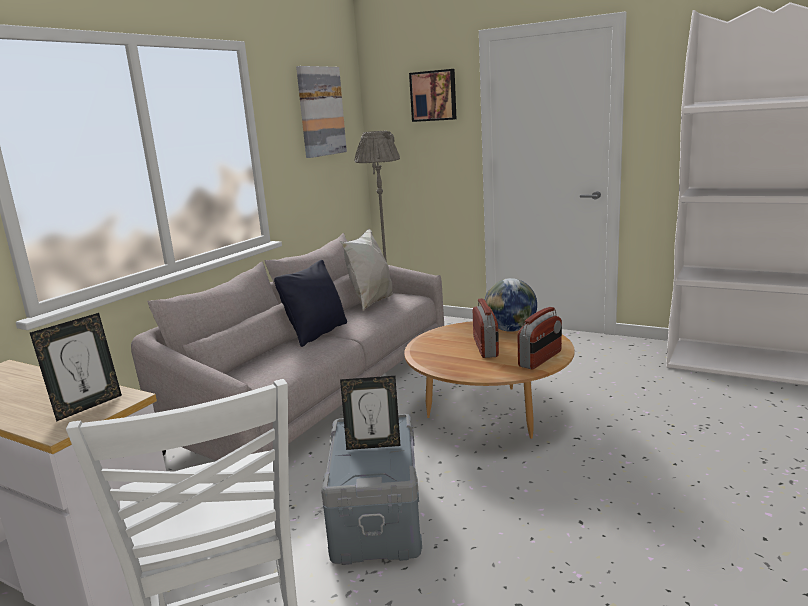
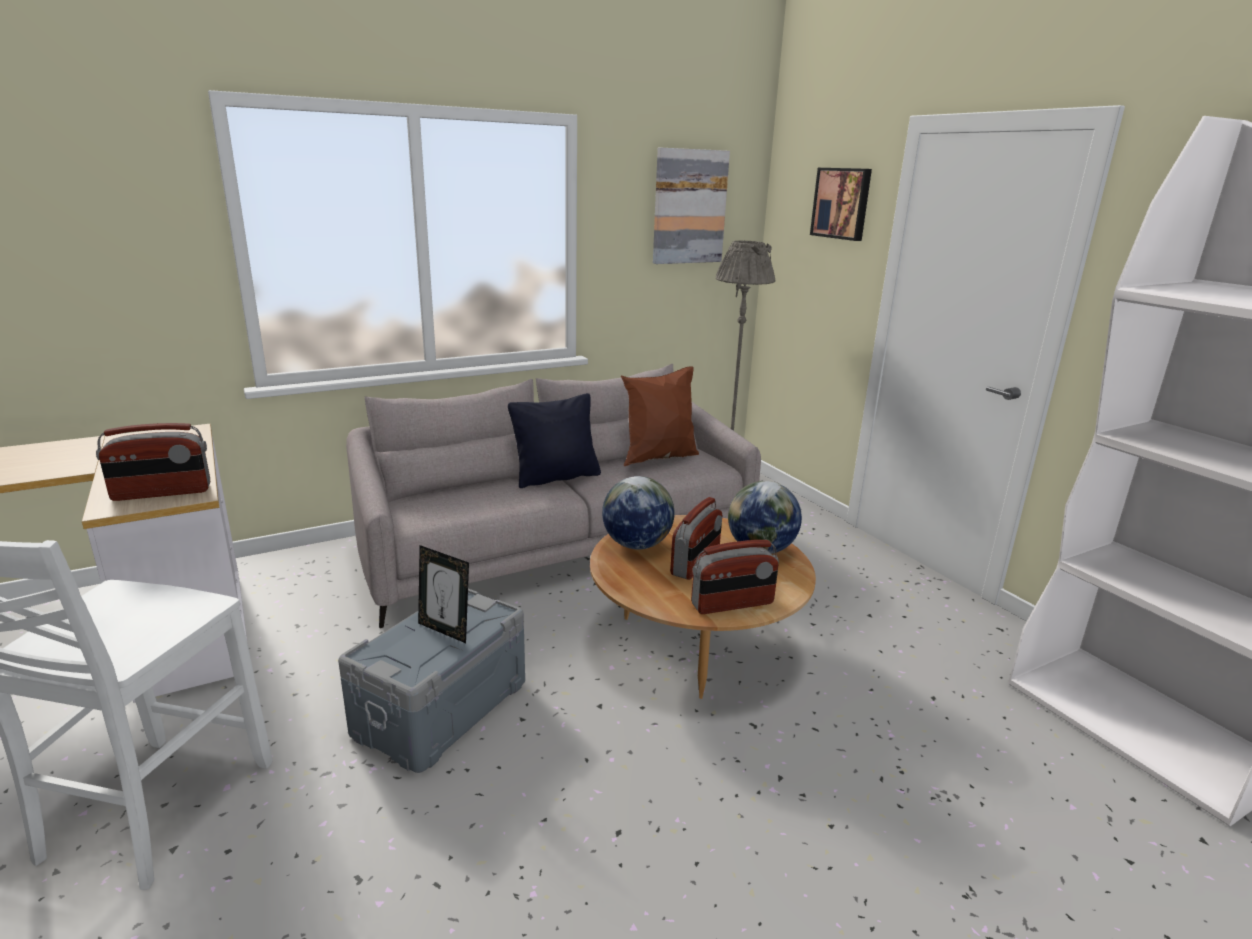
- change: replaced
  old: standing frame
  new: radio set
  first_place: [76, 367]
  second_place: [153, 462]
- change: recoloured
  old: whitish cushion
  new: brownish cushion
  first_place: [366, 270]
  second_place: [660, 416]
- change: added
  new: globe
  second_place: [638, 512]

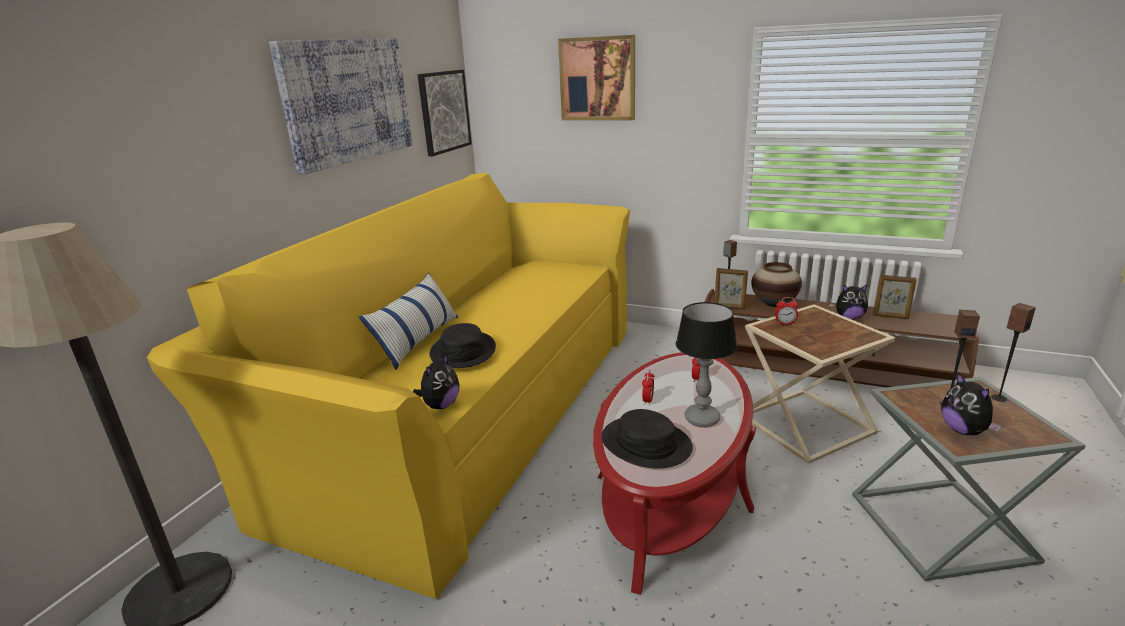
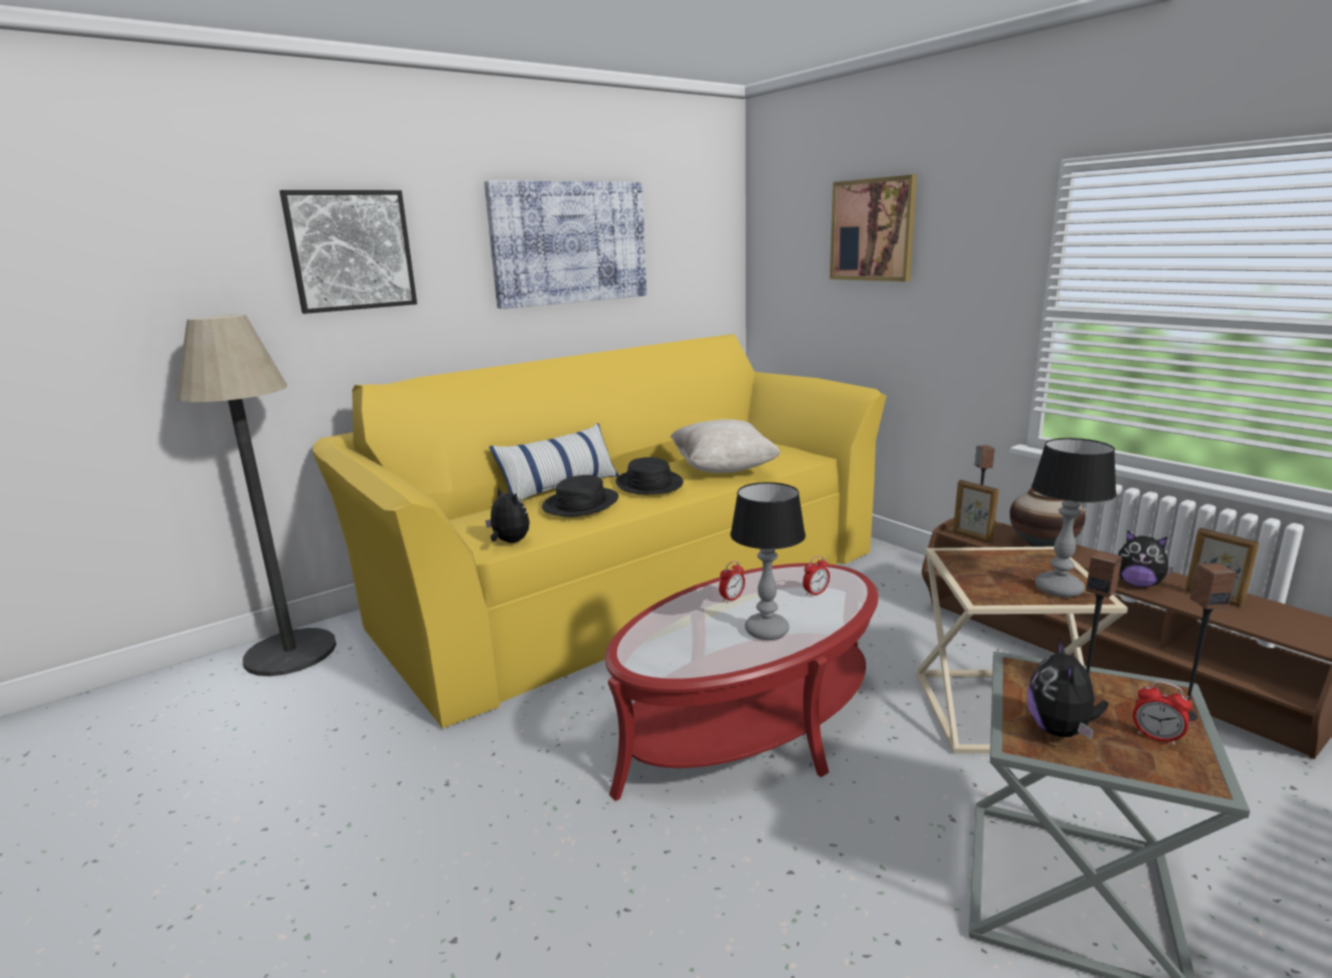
- change: turned
  old: soft toy
  first_place: [436, 381]
  second_place: [507, 515]
  degrees: -105
- change: moved
  old: wall art
  first_place: [445, 113]
  second_place: [348, 252]
- change: moved
  old: black-coloured clothing hat
  first_place: [647, 439]
  second_place: [649, 476]
- change: moved
  old: alarm clock
  first_place: [786, 311]
  second_place: [1162, 713]
- change: added
  new: sand-coloured cushion
  second_place: [725, 446]
- change: added
  new: lamp for a table
  second_place: [1074, 517]

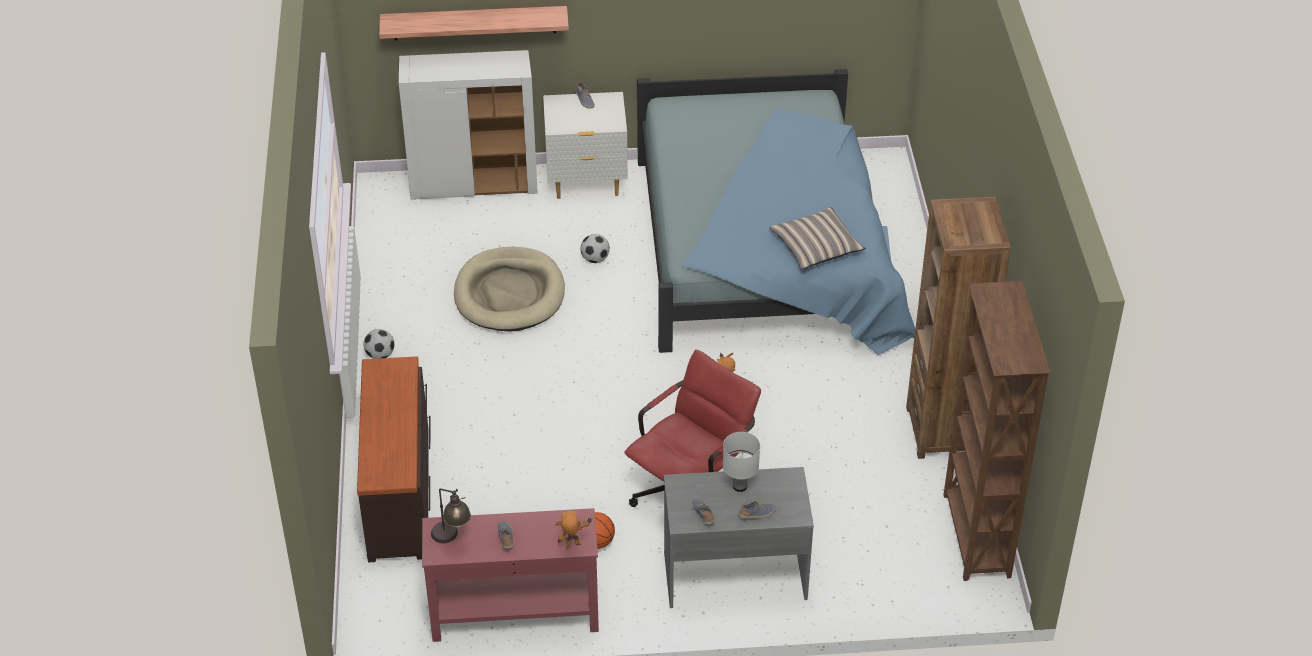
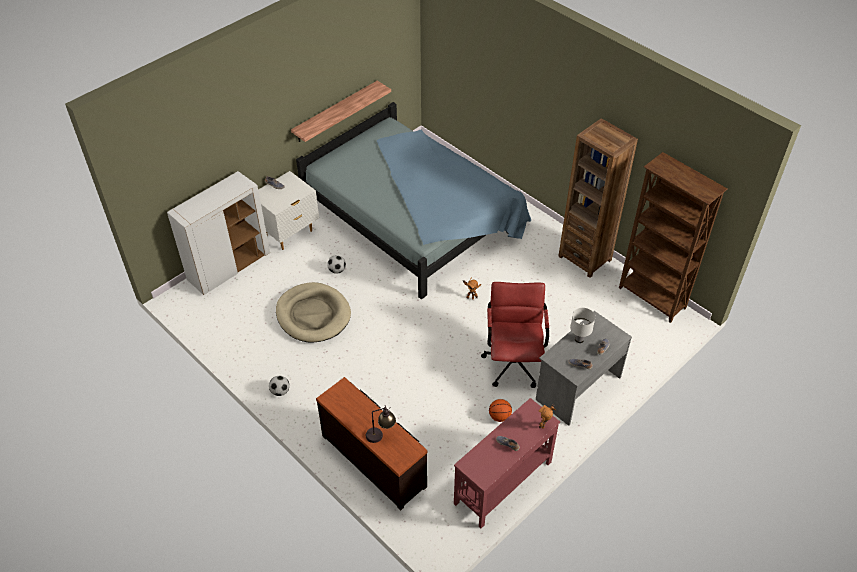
- change: moved
  old: bracket shelf
  first_place: [474, 23]
  second_place: [341, 111]
- change: moved
  old: lamp for a table
  first_place: [451, 515]
  second_place: [381, 424]
- change: removed
  old: cushion
  first_place: [817, 238]

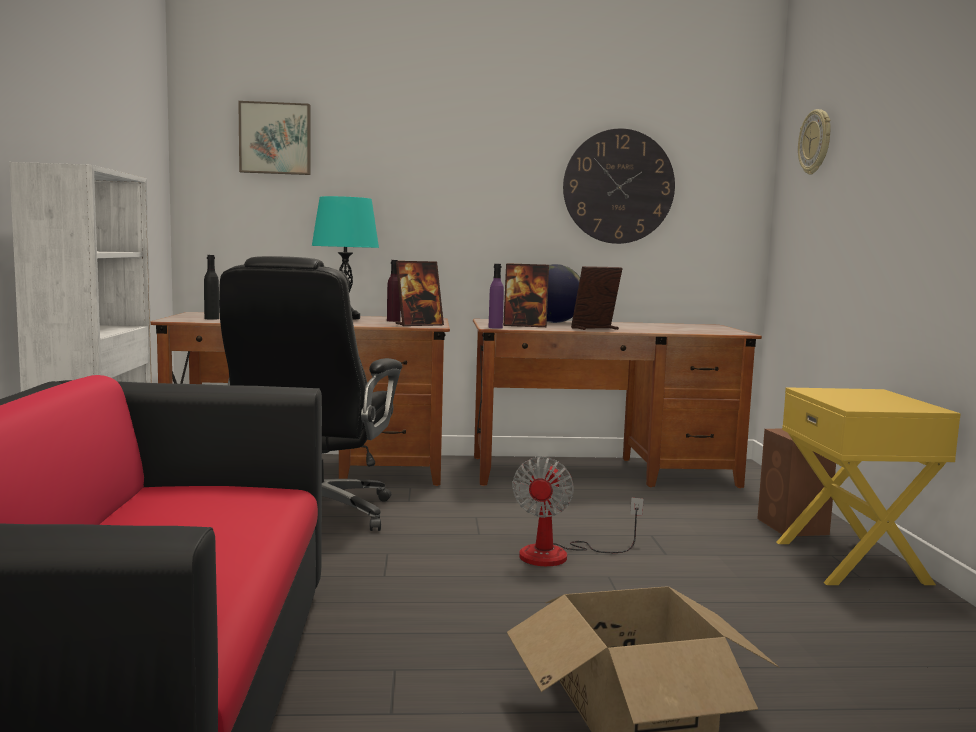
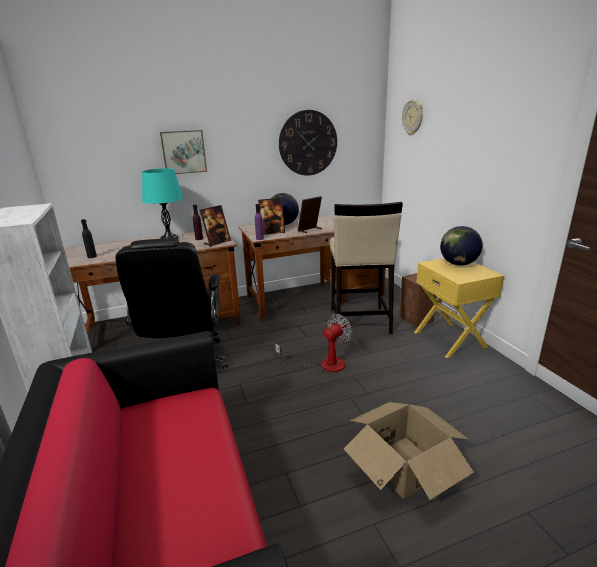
- change: moved
  old: wall art
  first_place: [274, 138]
  second_place: [183, 152]
- change: turned
  old: electric fan
  first_place: [578, 511]
  second_place: [313, 343]
  degrees: -135
- change: added
  new: sand-coloured stool seat
  second_place: [366, 268]
- change: added
  new: globe
  second_place: [461, 246]

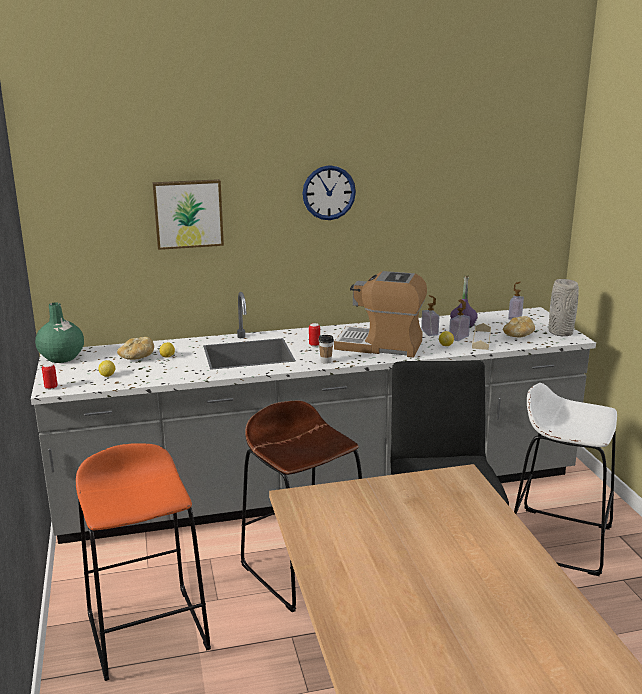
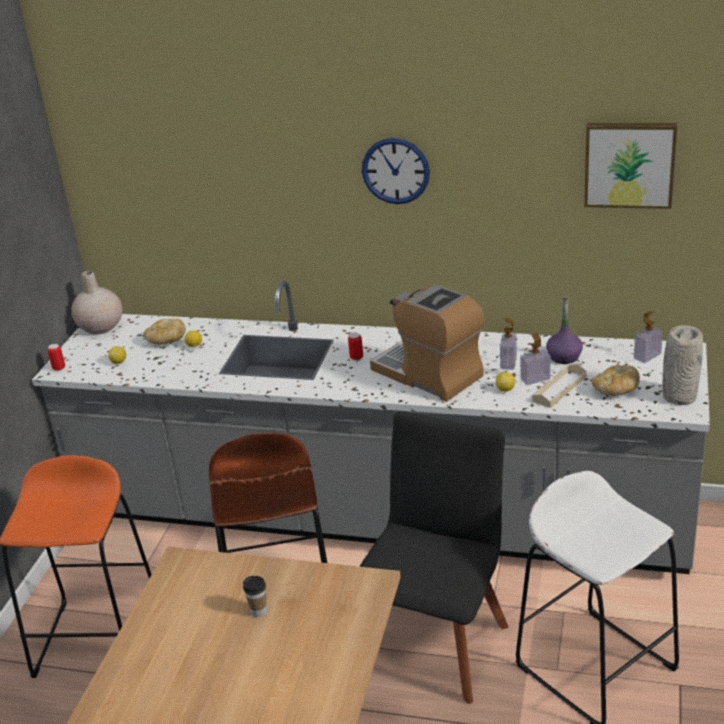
- change: recoloured
  old: green-coloured flower vase
  new: sand-coloured flower vase
  first_place: [59, 332]
  second_place: [97, 302]
- change: moved
  old: wall art
  first_place: [188, 214]
  second_place: [630, 166]
- change: moved
  old: drinking cup
  first_place: [326, 349]
  second_place: [255, 596]

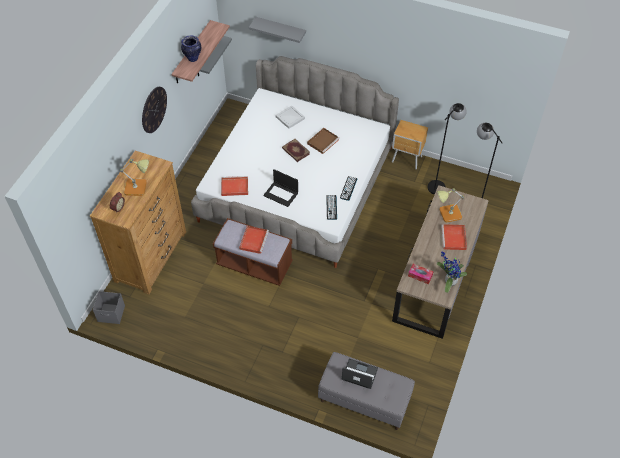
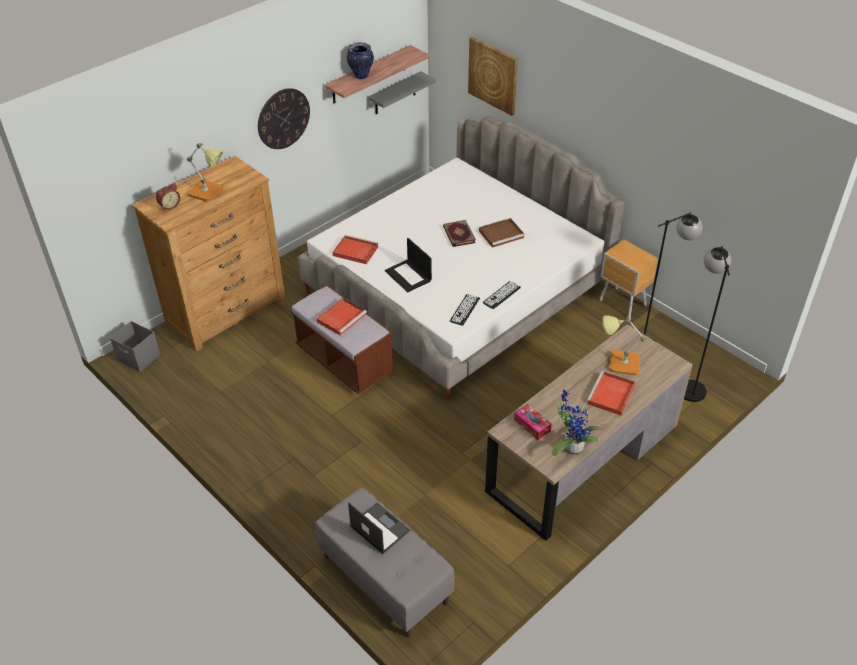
- change: replaced
  old: grey bracket shelf
  new: wall art
  first_place: [277, 30]
  second_place: [493, 76]
- change: removed
  old: whitish serving tray
  first_place: [290, 117]

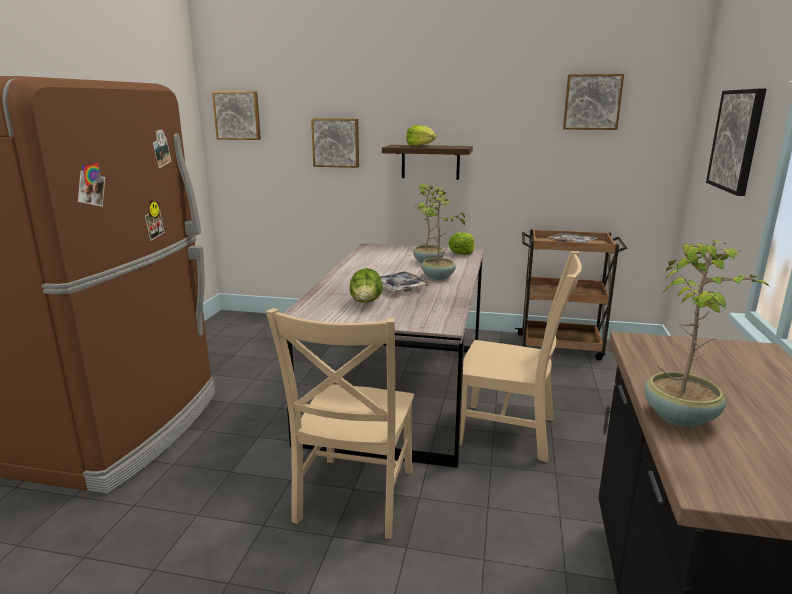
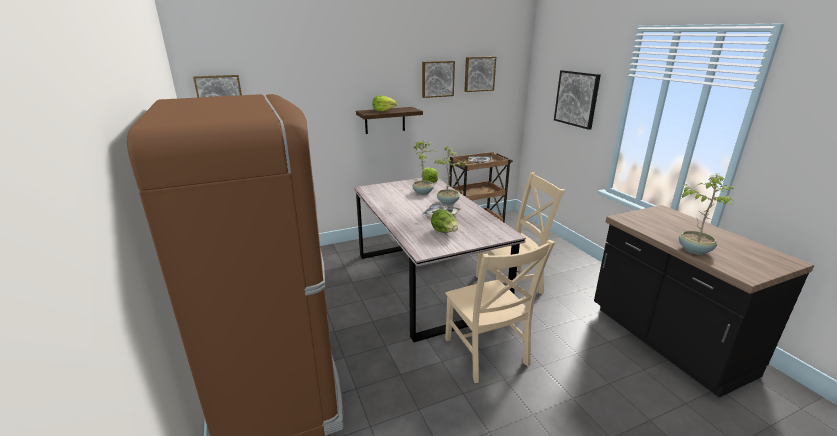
- change: moved
  old: wall art
  first_place: [335, 143]
  second_place: [438, 79]

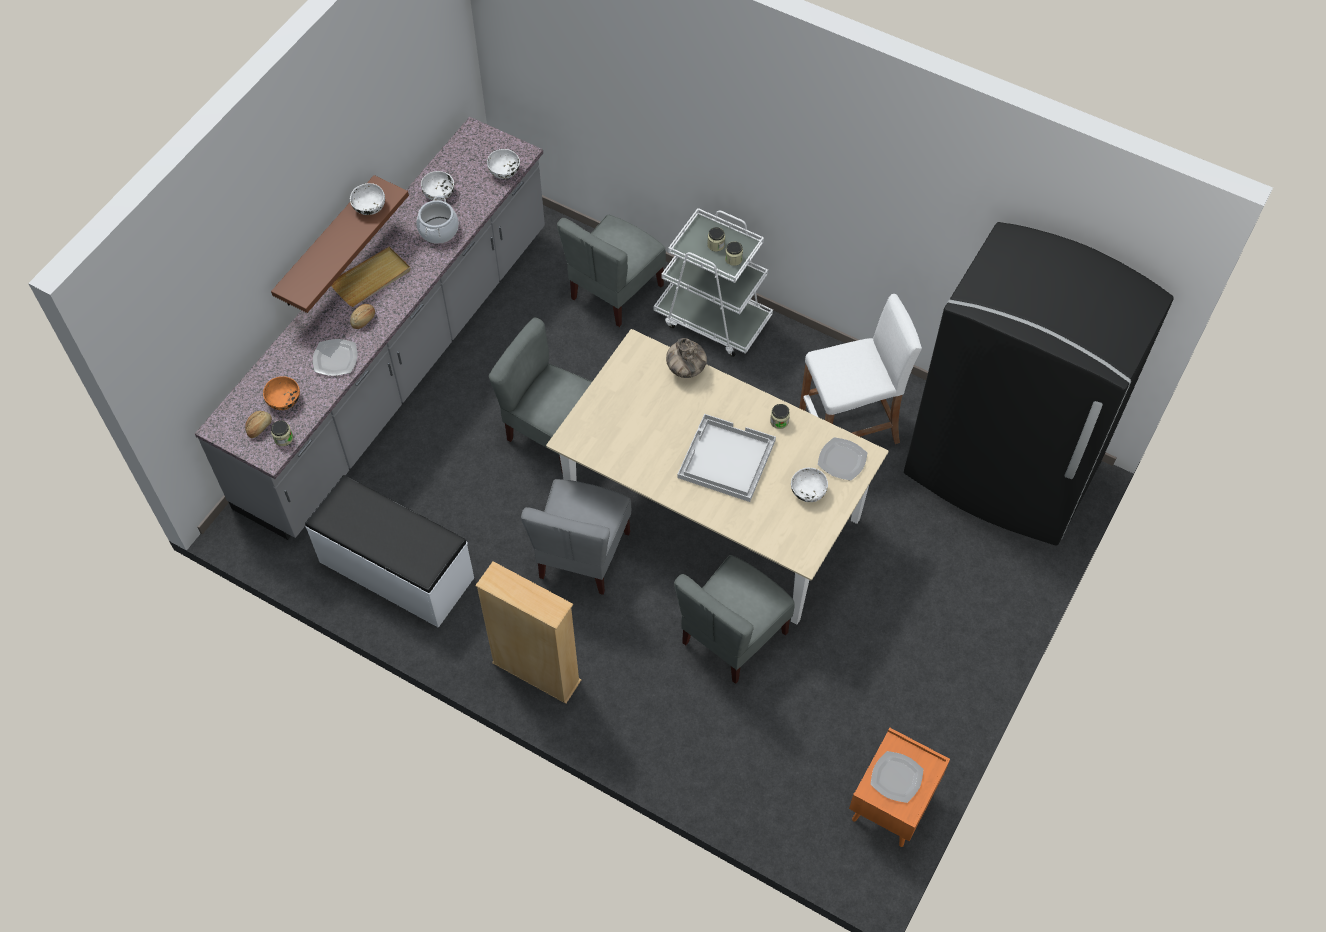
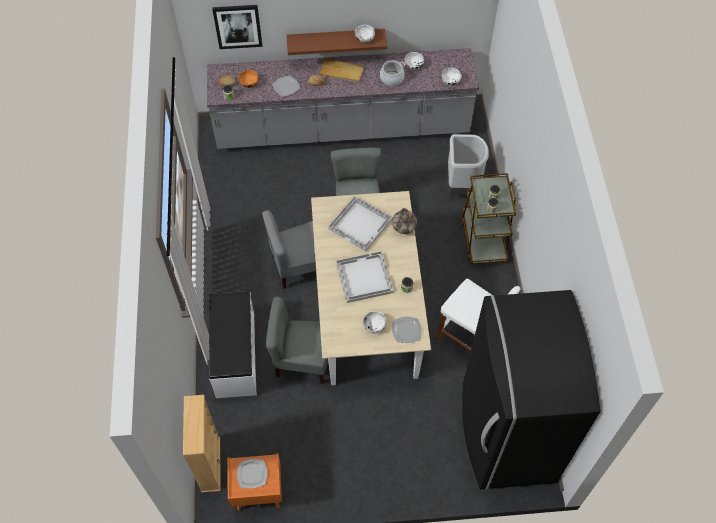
- change: moved
  old: whitish long seat
  first_place: [389, 551]
  second_place: [233, 344]
- change: moved
  old: sand-coloured bookcase
  first_place: [528, 632]
  second_place: [202, 444]
- change: replaced
  old: grey chair
  new: grey rubbish bin
  first_place: [611, 271]
  second_place: [468, 164]
- change: recoloured
  old: whitish wheeled cart
  new: brownish wheeled cart
  first_place: [713, 282]
  second_place: [488, 218]
- change: added
  new: wall art
  second_place: [237, 27]
- change: added
  new: whitish serving tray
  second_place: [360, 223]

